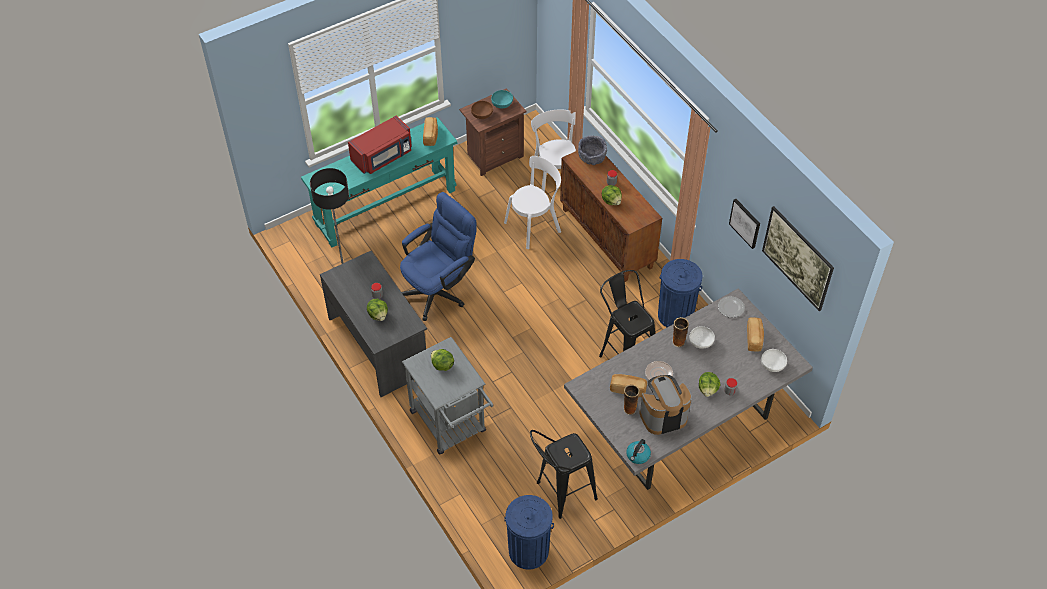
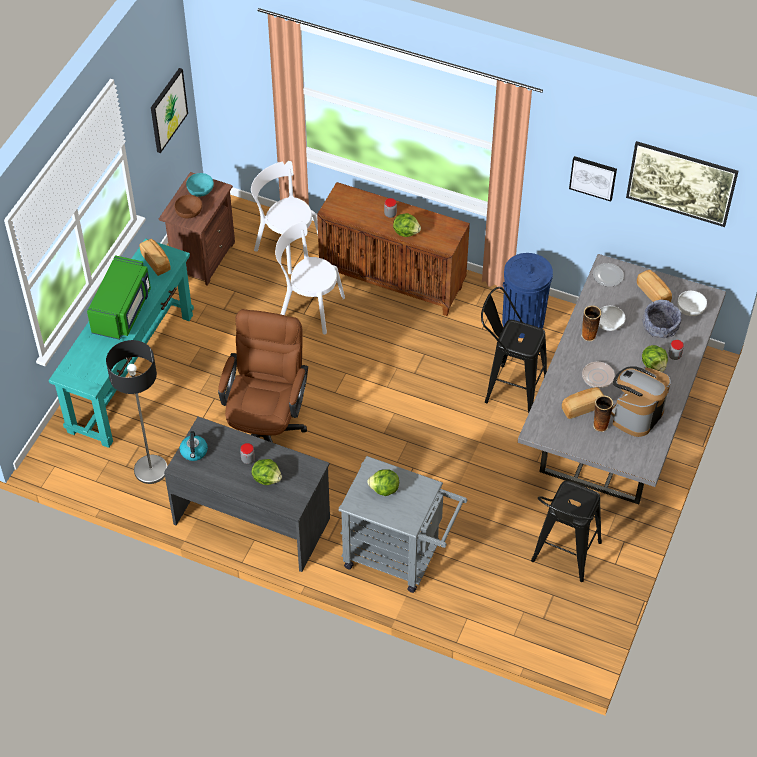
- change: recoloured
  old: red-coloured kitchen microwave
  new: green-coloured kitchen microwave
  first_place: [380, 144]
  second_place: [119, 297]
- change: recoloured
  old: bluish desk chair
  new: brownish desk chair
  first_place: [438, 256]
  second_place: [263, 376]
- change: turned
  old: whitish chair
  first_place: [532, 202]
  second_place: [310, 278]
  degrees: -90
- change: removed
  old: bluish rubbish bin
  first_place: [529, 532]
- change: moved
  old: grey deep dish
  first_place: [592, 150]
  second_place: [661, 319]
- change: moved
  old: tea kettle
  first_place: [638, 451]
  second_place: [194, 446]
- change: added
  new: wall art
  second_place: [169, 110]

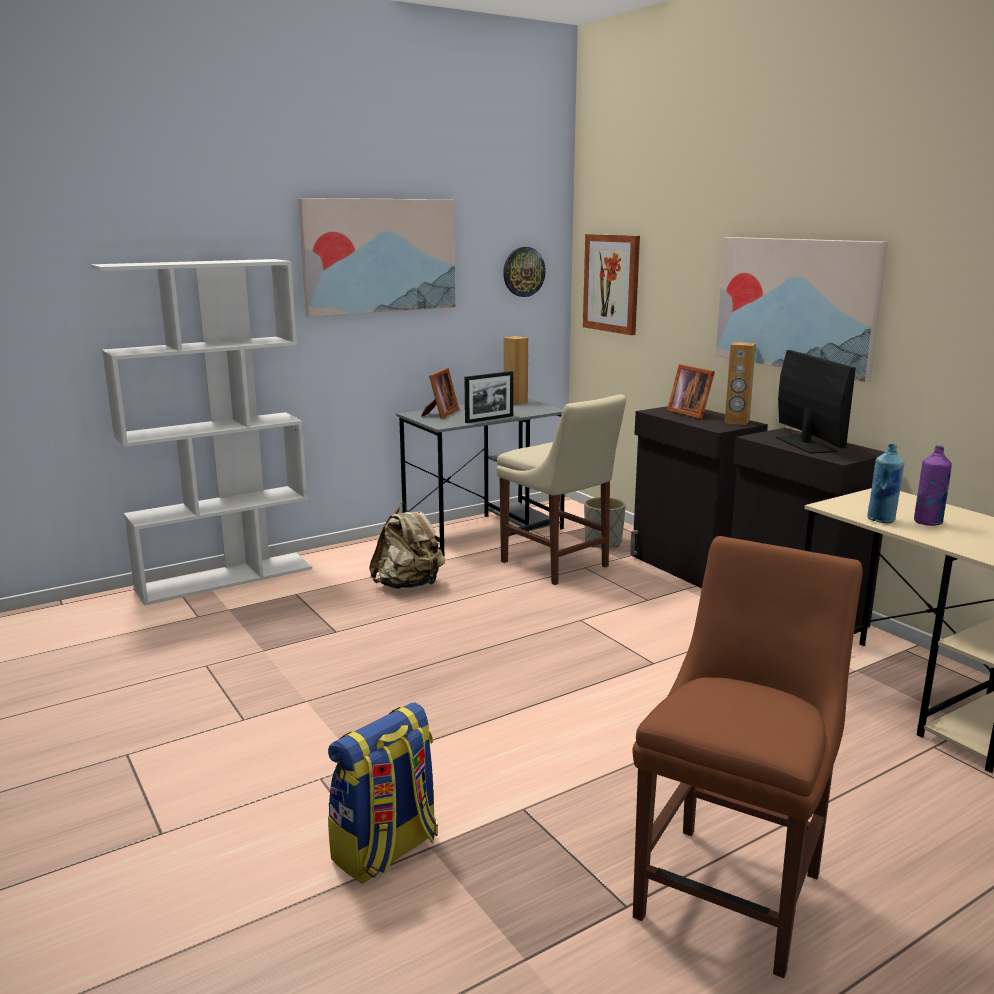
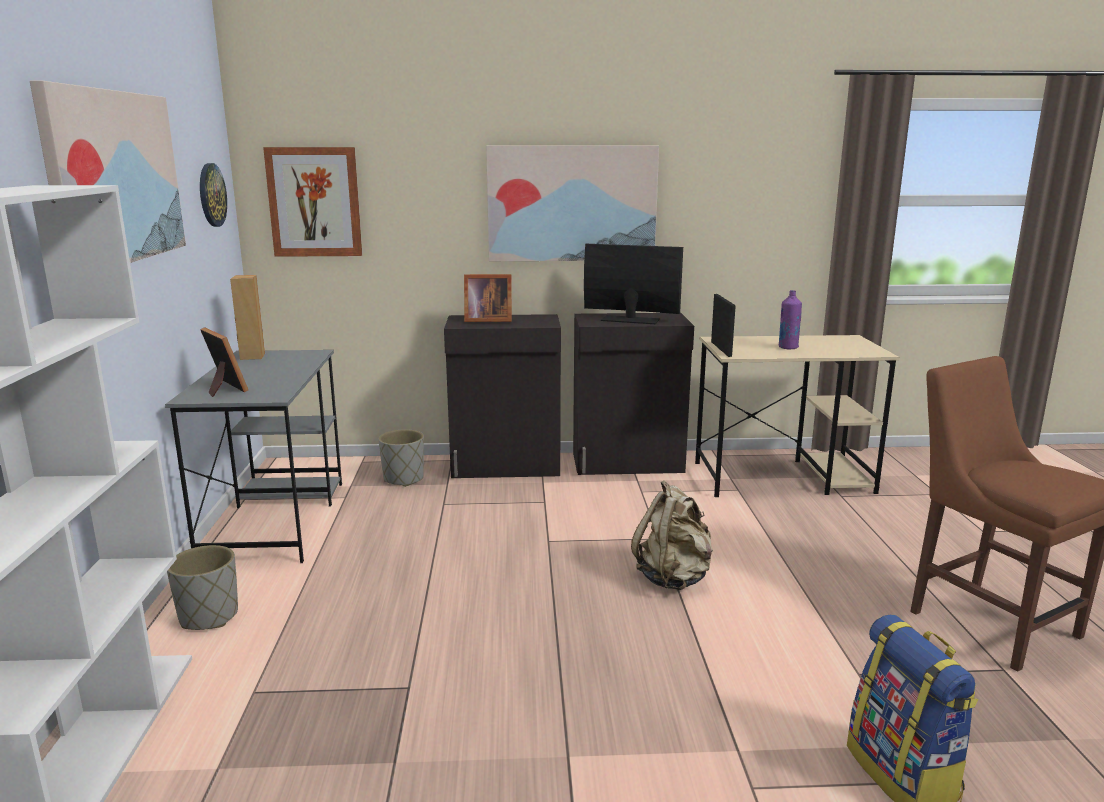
- change: moved
  old: sand-coloured knapsack
  first_place: [407, 545]
  second_place: [672, 535]
- change: moved
  old: standing frame
  first_place: [488, 397]
  second_place: [723, 325]
- change: removed
  old: sand-coloured chair
  first_place: [561, 489]
- change: removed
  old: brownish audio speaker
  first_place: [740, 383]
- change: removed
  old: bluish beverage bottle
  first_place: [886, 483]
- change: added
  new: grey plant pot
  second_place: [202, 587]

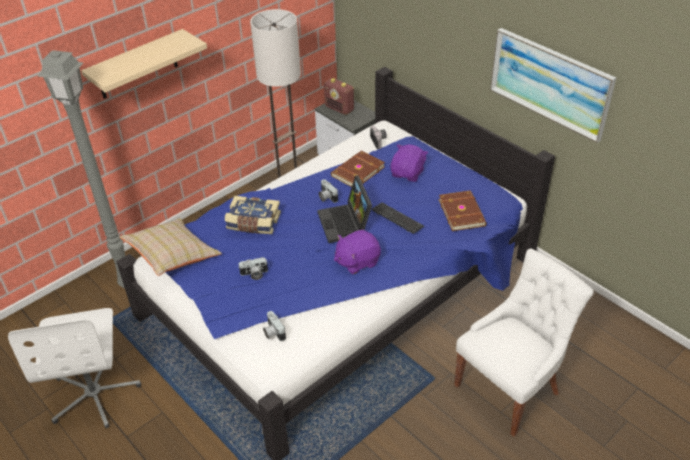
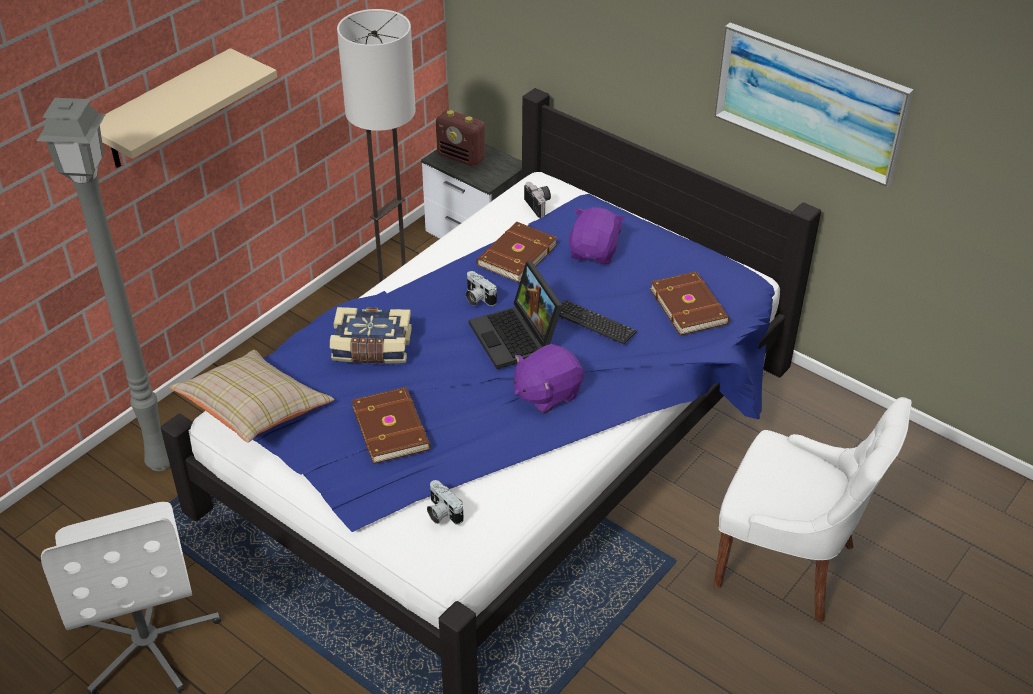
- change: replaced
  old: still camera
  new: brownish book
  first_place: [253, 268]
  second_place: [391, 425]
- change: turned
  old: whitish chair
  first_place: [524, 343]
  second_place: [813, 509]
  degrees: 75

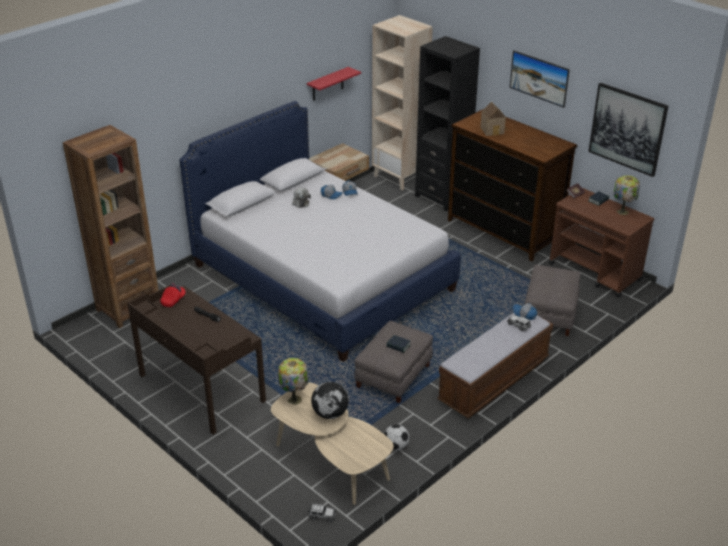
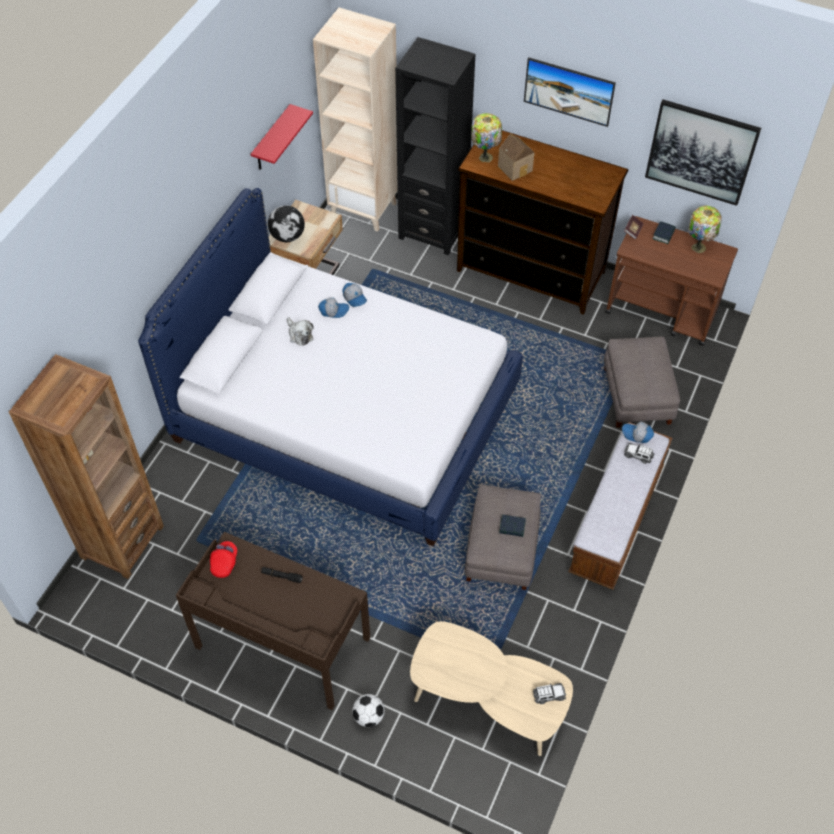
- change: moved
  old: lamp for a table
  first_place: [293, 381]
  second_place: [486, 137]
- change: moved
  old: toy car
  first_place: [322, 513]
  second_place: [549, 693]
- change: moved
  old: globe
  first_place: [330, 400]
  second_place: [286, 223]
- change: moved
  old: football ball
  first_place: [396, 437]
  second_place: [368, 710]

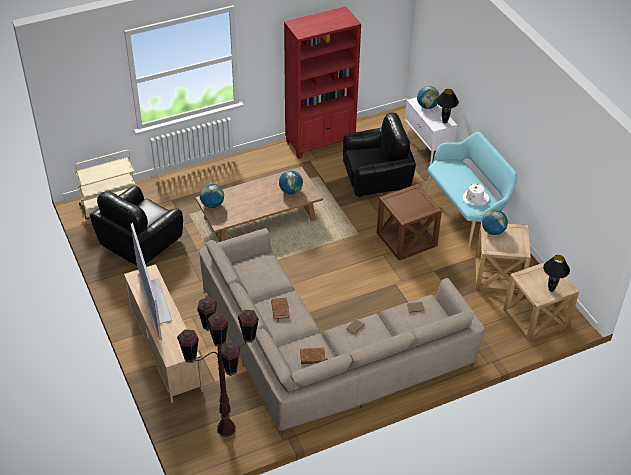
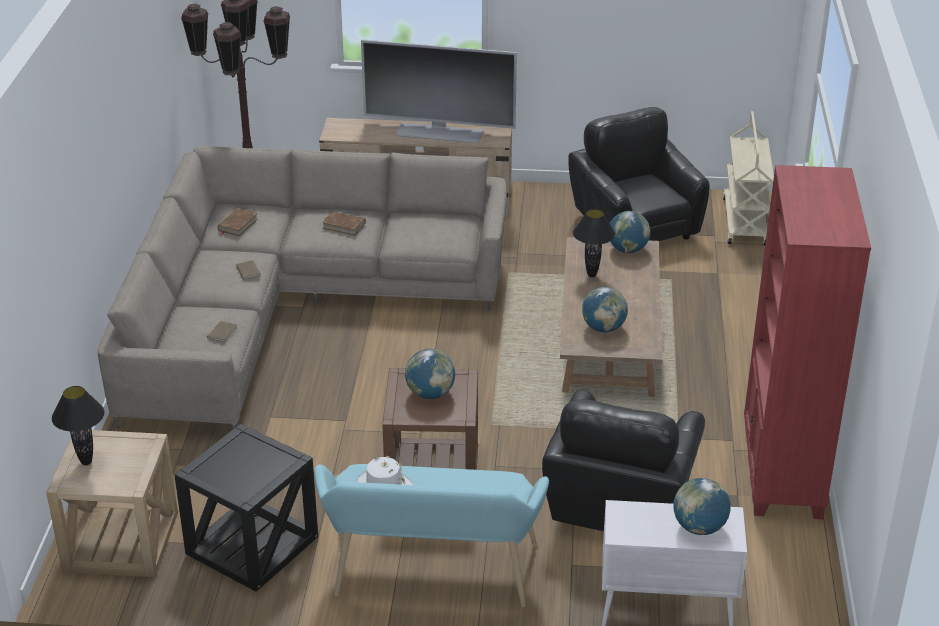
- change: moved
  old: black-coloured lamp for a table
  first_place: [447, 106]
  second_place: [594, 243]
- change: recoloured
  old: sand-coloured accent table
  new: black-coloured accent table
  first_place: [503, 257]
  second_place: [246, 508]
- change: moved
  old: globe
  first_place: [495, 222]
  second_place: [430, 374]

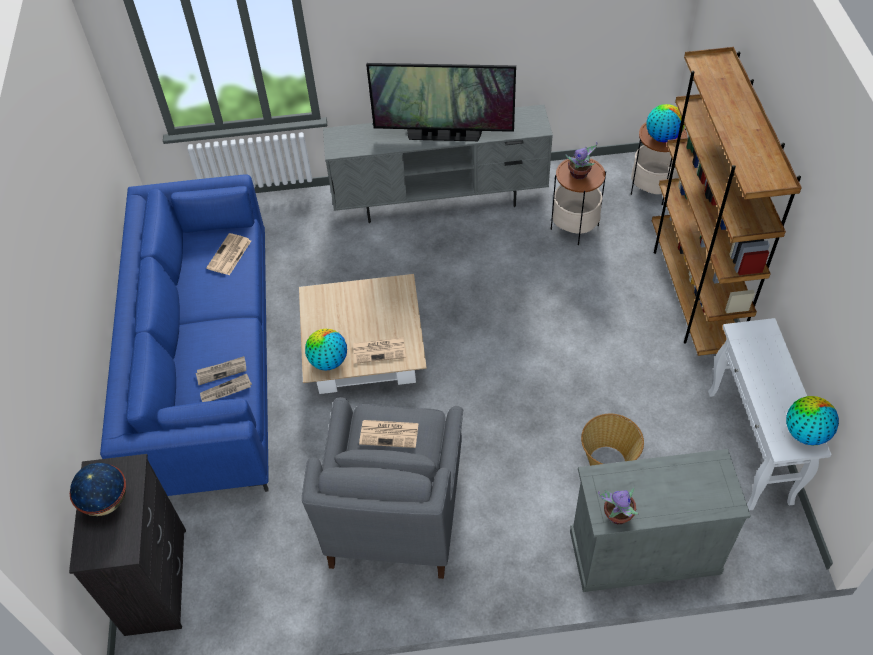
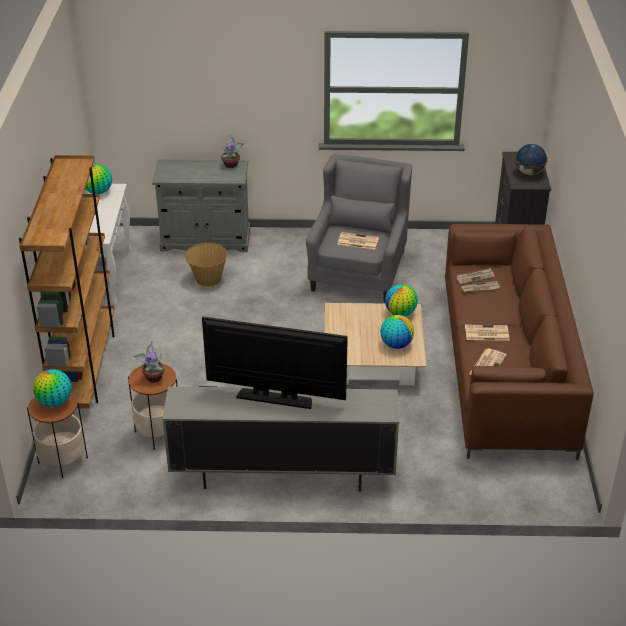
- change: recoloured
  old: bluish settee
  new: brownish settee
  first_place: [184, 335]
  second_place: [519, 342]
- change: moved
  old: printed paper
  first_place: [379, 350]
  second_place: [487, 333]
- change: added
  new: globe
  second_place: [397, 332]

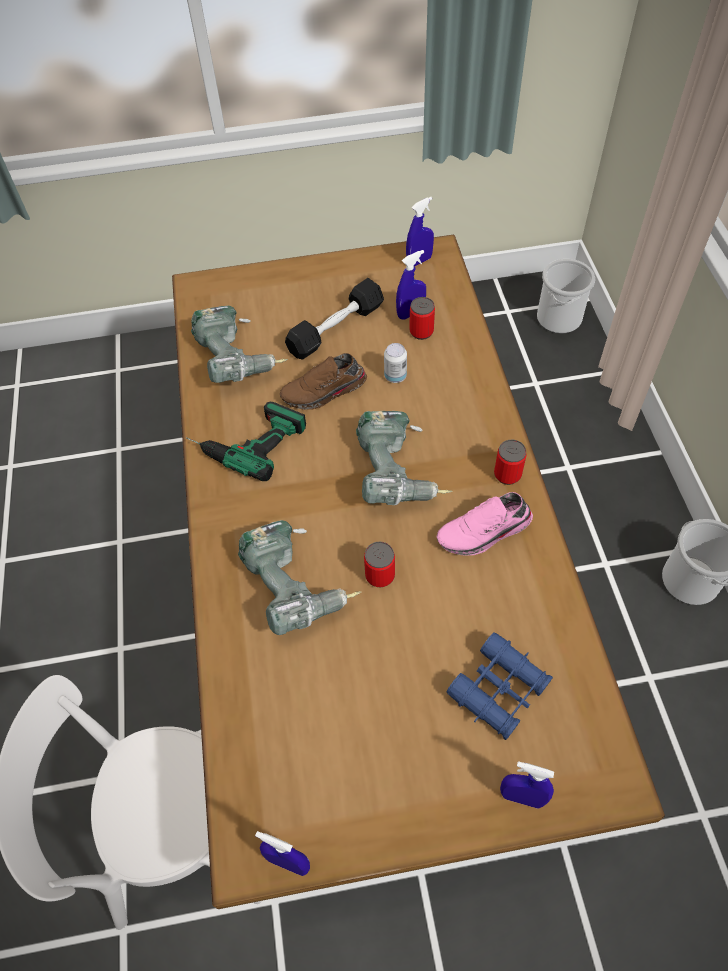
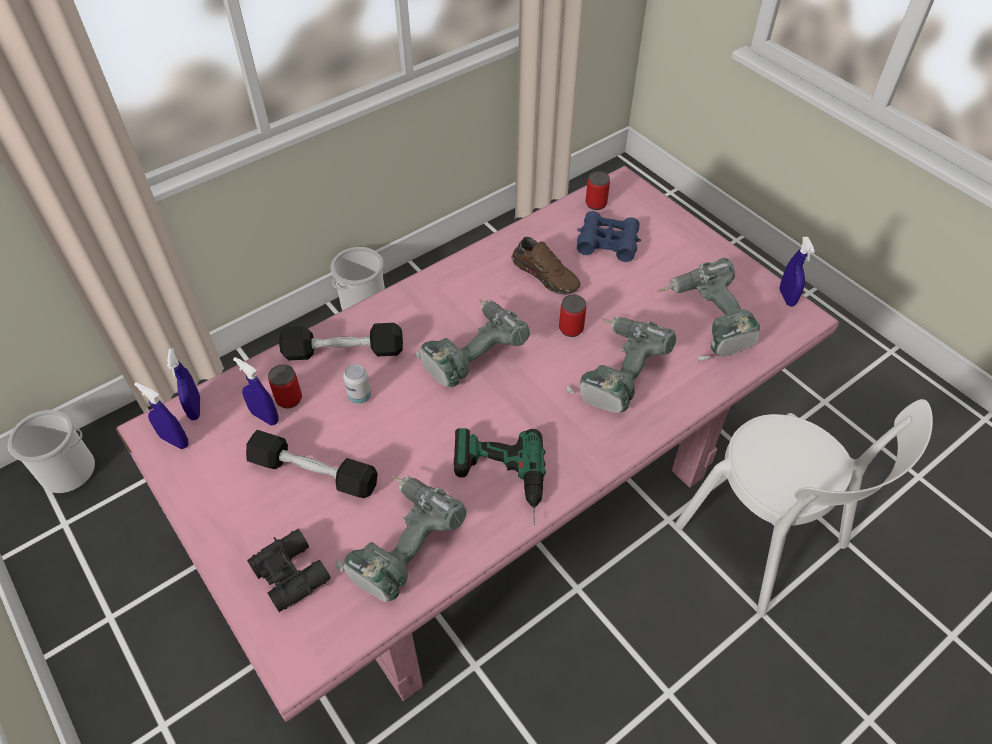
- change: recoloured
  old: brownish dinner table
  new: pinkish dinner table
  first_place: [418, 572]
  second_place: [477, 443]
- change: moved
  old: brownish low shoe
  first_place: [323, 381]
  second_place: [546, 266]
- change: removed
  old: pinkish low shoe
  first_place: [485, 524]
- change: moved
  old: metal can
  first_place: [510, 462]
  second_place: [598, 190]
- change: moved
  old: bluish hand sprayer
  first_place: [527, 784]
  second_place: [183, 384]
- change: added
  new: black-coloured pair of binoculars
  second_place: [289, 570]
- change: added
  new: black-coloured hand weight
  second_place: [341, 341]
- change: added
  new: electric drill
  second_place: [708, 309]

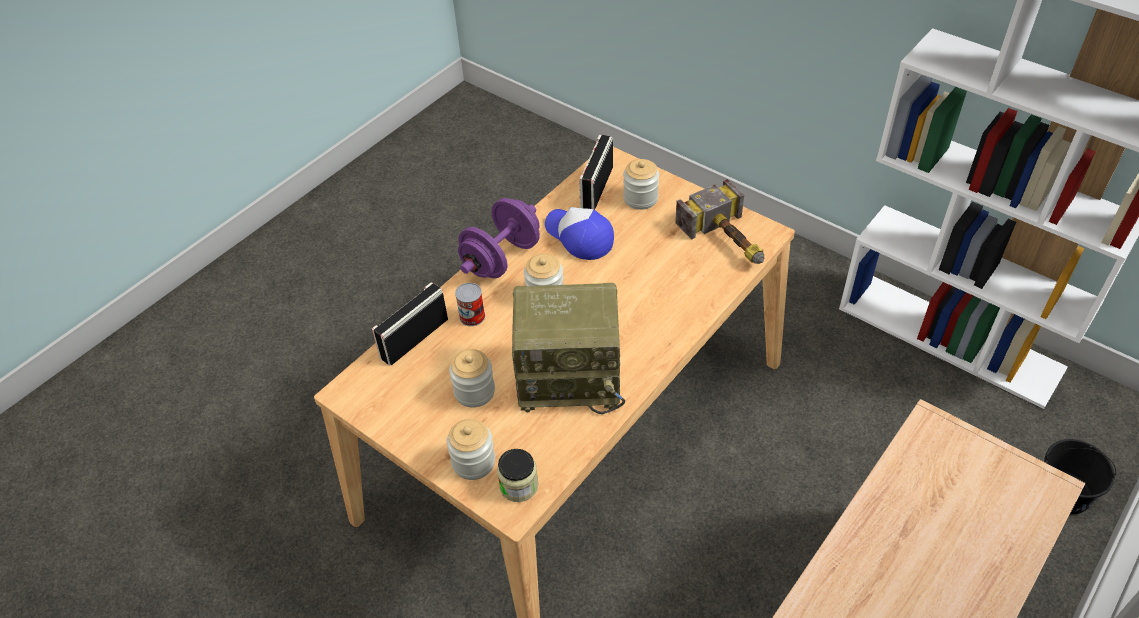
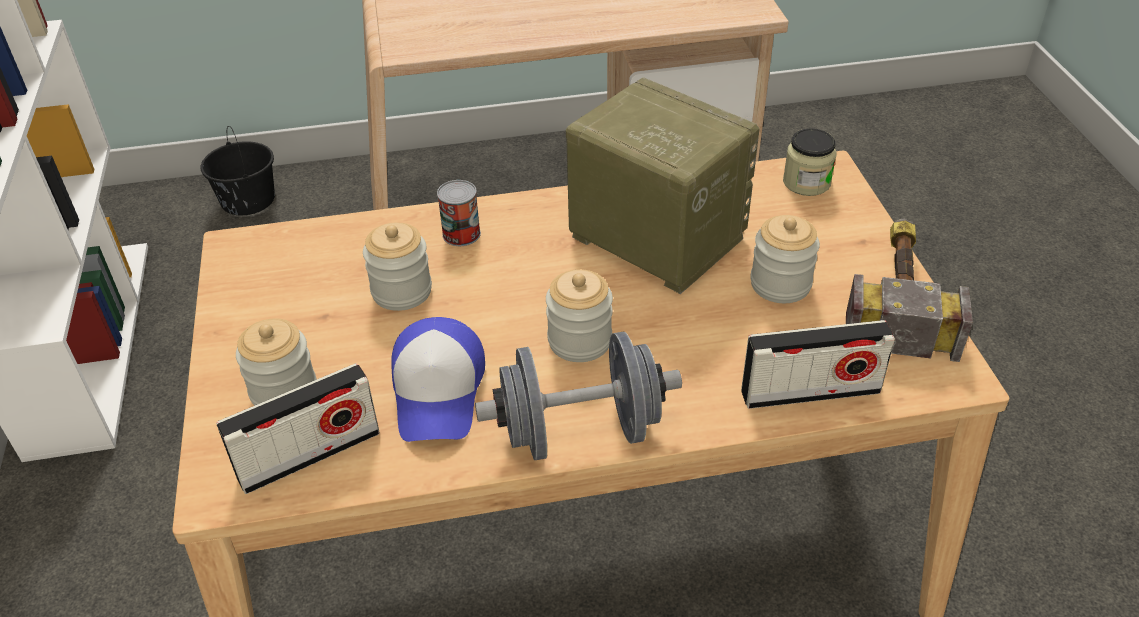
- change: moved
  old: preserve jar
  first_place: [471, 449]
  second_place: [397, 267]
- change: moved
  old: metal can
  first_place: [470, 304]
  second_place: [459, 213]
- change: recoloured
  old: purple hand weight
  new: grey hand weight
  first_place: [499, 238]
  second_place: [578, 396]
- change: moved
  old: hammer
  first_place: [719, 221]
  second_place: [909, 290]

